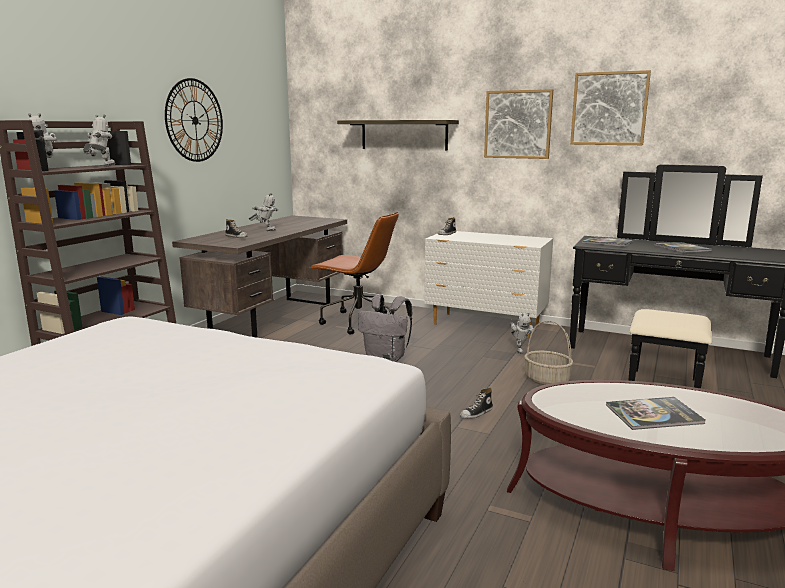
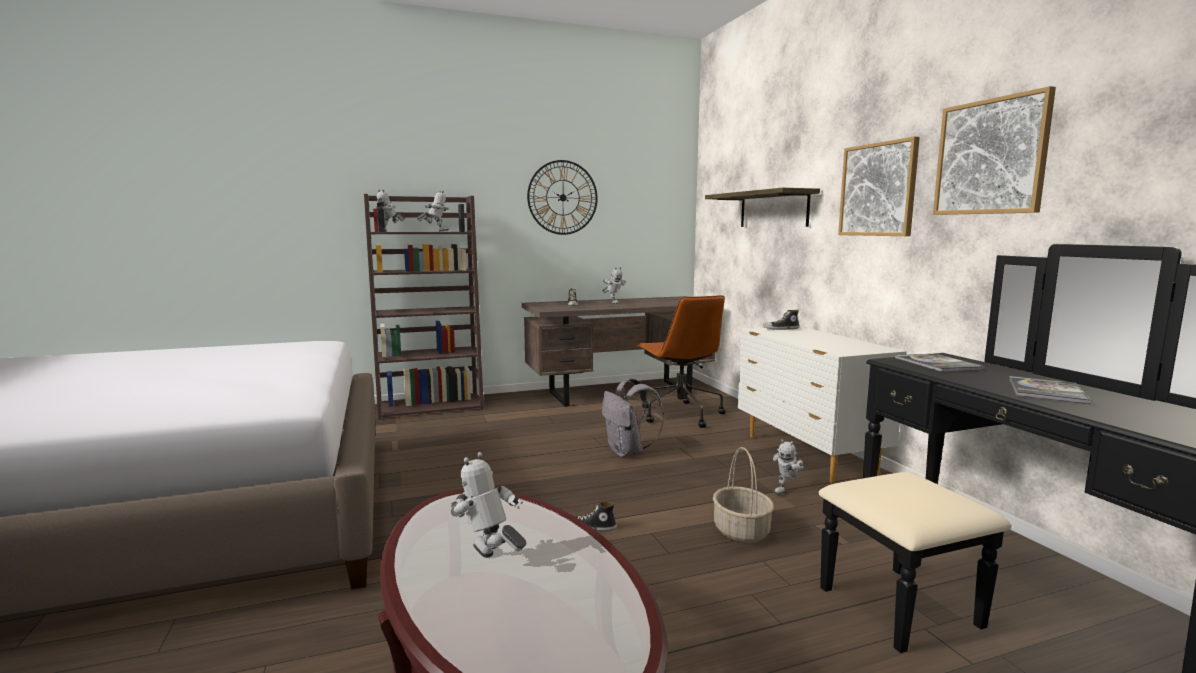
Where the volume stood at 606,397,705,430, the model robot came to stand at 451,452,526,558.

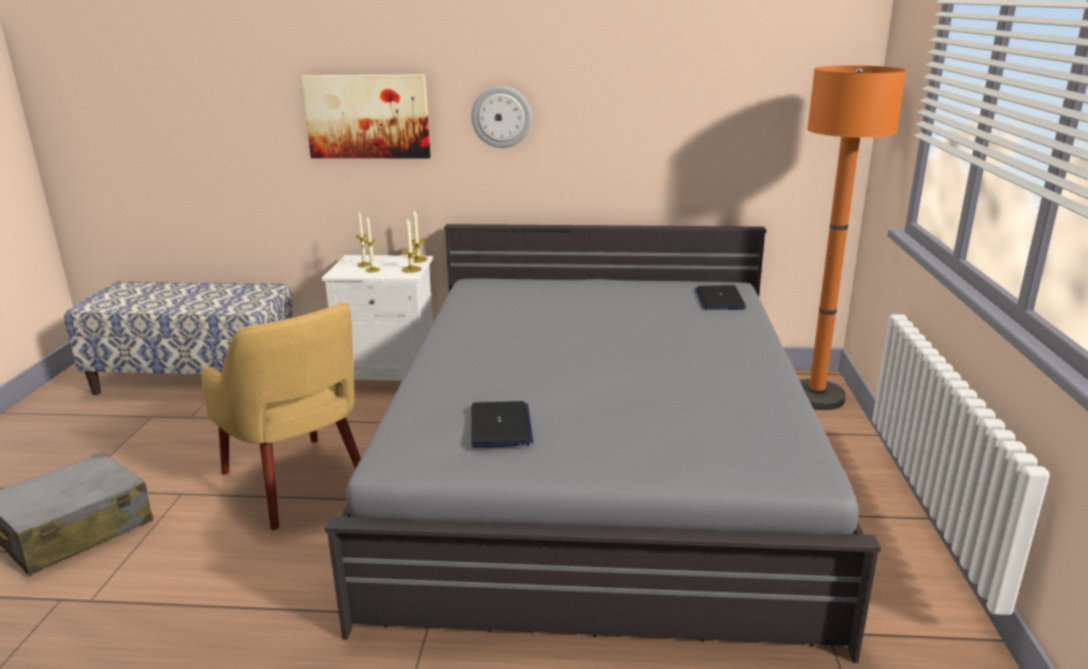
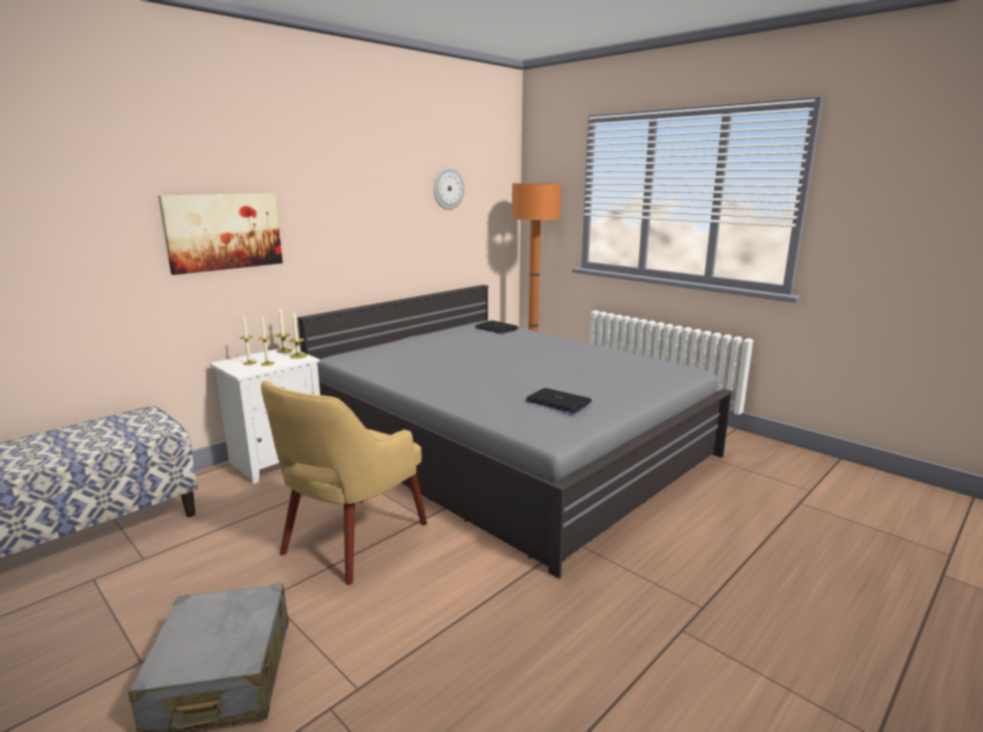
The hanging clock ended up elsewhere, having gone from 471,86,532,148 to 434,167,465,210.
The yellowish armchair at 202,303,361,530 ended up facing another way, 120 degrees clockwise from before.

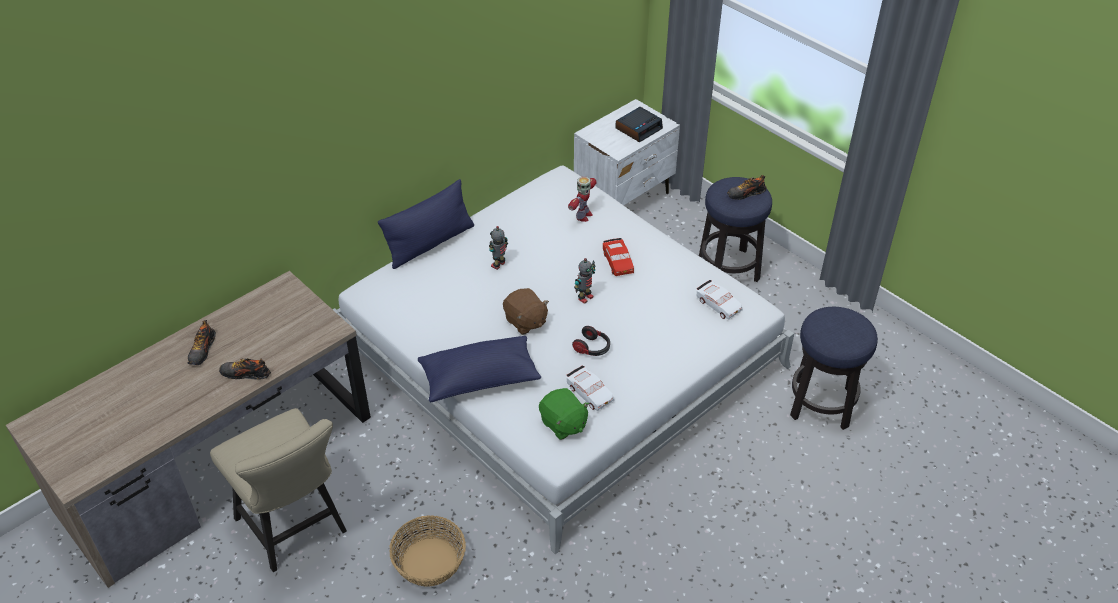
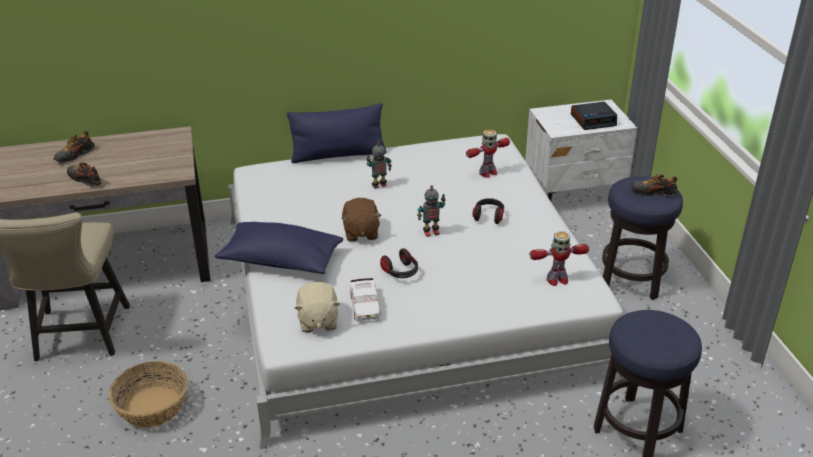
Where the red-coloured miniature car stood at 603,238,634,276, the headphones came to stand at 472,198,504,224.
Where the white-coloured miniature car stood at 696,280,743,320, the model robot came to stand at 530,231,589,286.
What was the green soft toy at 539,388,589,440 turned into the sand-coloured soft toy at 295,282,340,333.

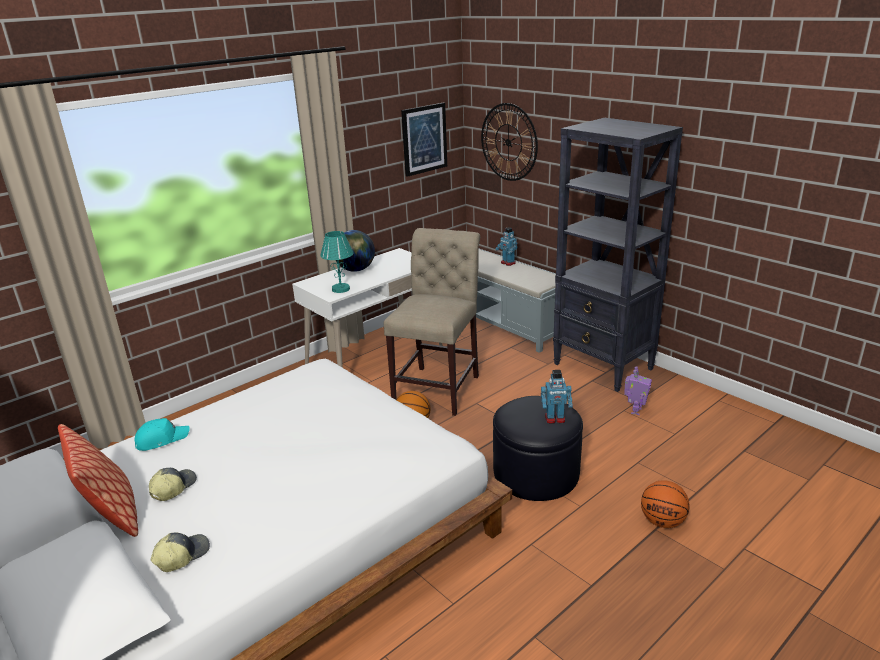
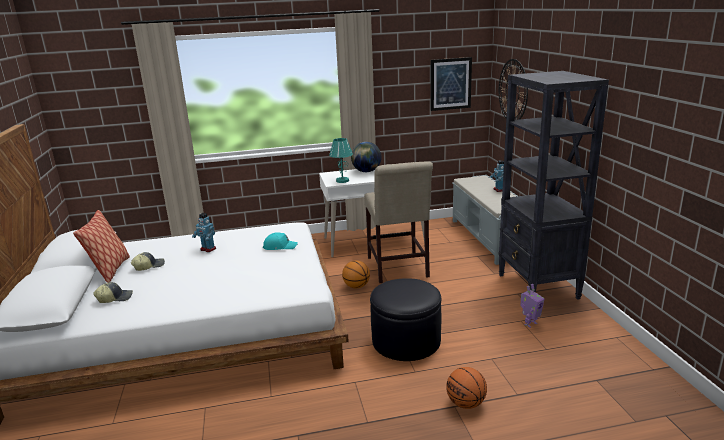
The turquoise-coloured peaked cap ended up elsewhere, having gone from 134,418,190,451 to 263,233,298,250.
The model robot ended up elsewhere, having gone from 541,370,573,424 to 192,213,216,252.
The sand-coloured upright chair at 383,228,480,416 ended up facing another way, 120 degrees clockwise from before.

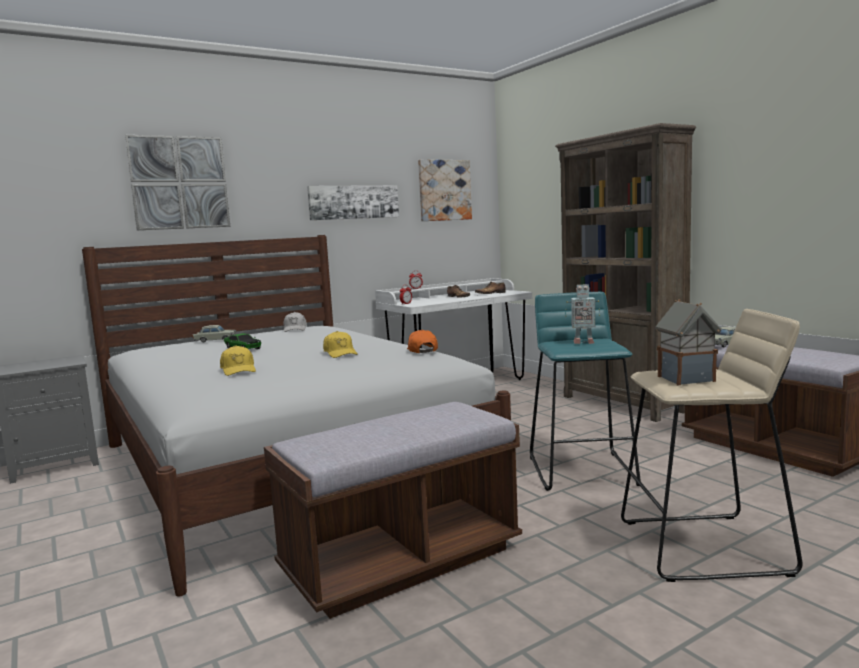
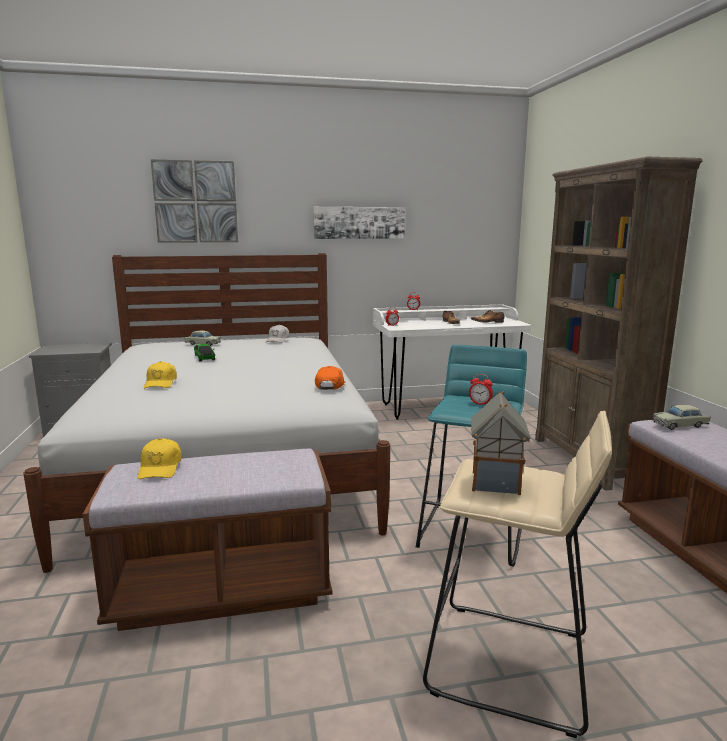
The second view lost the wall picture at 418,159,472,221.
The yellowish peaked cap ended up elsewhere, having gone from 323,331,358,358 to 137,438,181,479.
Where the model robot stood at 565,284,600,344, the table clock came to stand at 469,374,493,405.

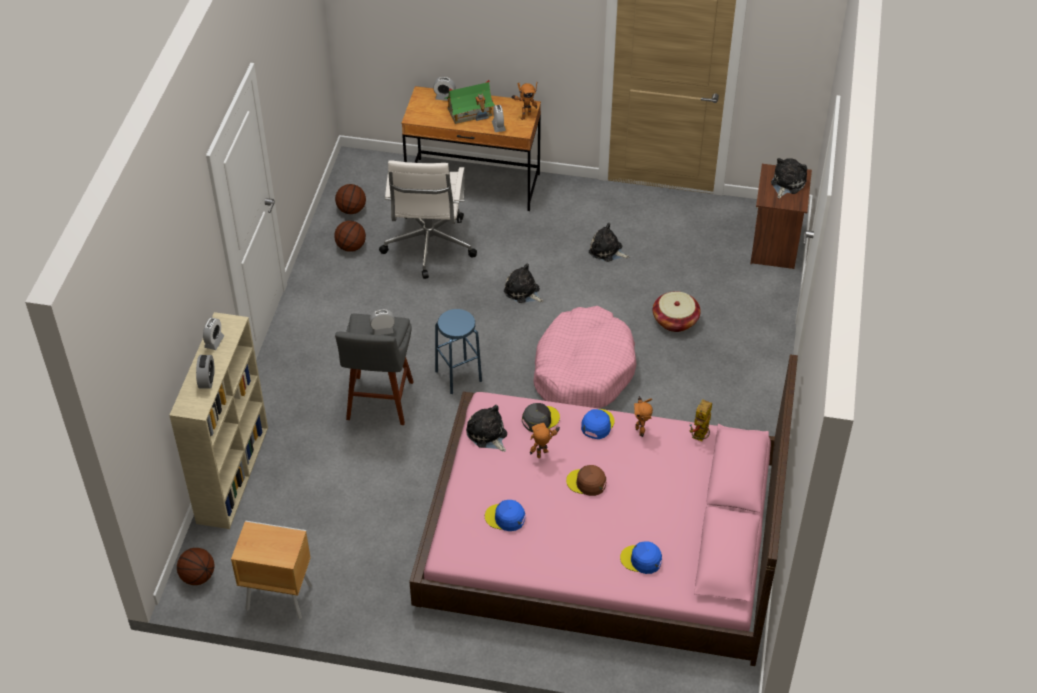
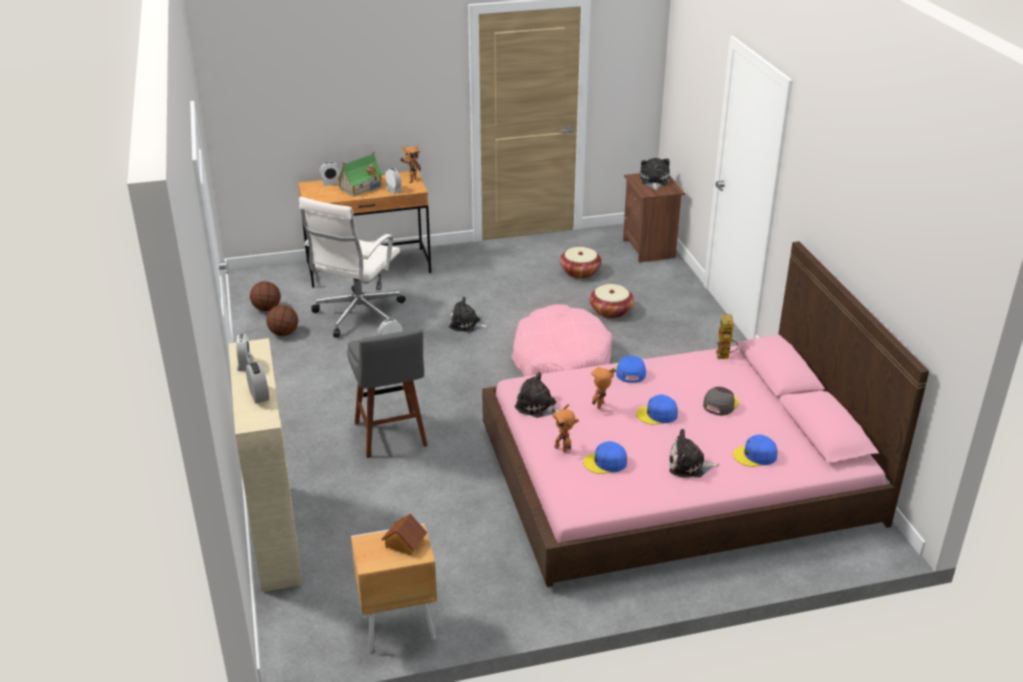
The second view lost the ball for basketball at 177,548,214,585.
The second view lost the bluish sitting stool at 435,309,482,394.
The second view gained the miniature house at 381,513,427,556.
The second view gained the storage basket at 560,247,602,279.
The gray peaked cap ended up elsewhere, having gone from 522,403,560,432 to 703,387,739,416.
The soft toy ended up elsewhere, having gone from 589,223,630,262 to 669,429,720,478.
The model robot ended up elsewhere, having gone from 634,396,653,437 to 551,404,579,452.
What was the brown peaked cap at 566,465,606,496 turned into the bluish peaked cap at 636,395,678,425.
The white-coloured desk chair at 379,160,477,279 ended up facing another way, 45 degrees clockwise from before.

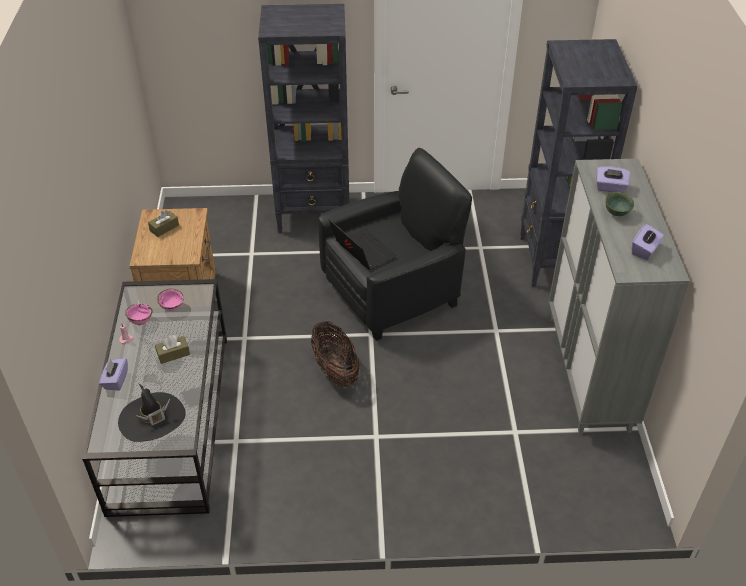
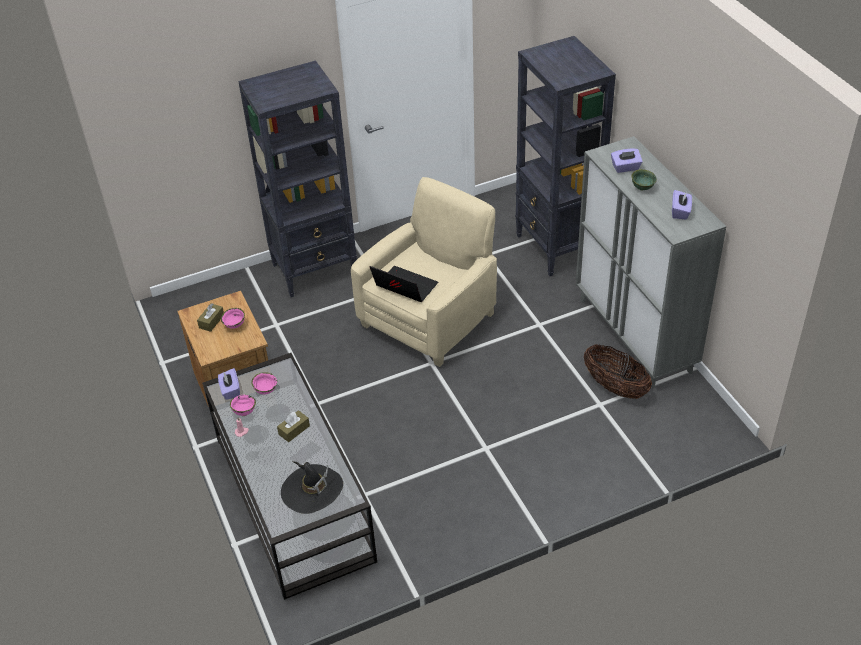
The second view gained the pink serving bowl at 221,308,245,329.
The purple-coloured tissue holder ended up elsewhere, having gone from 99,358,128,391 to 218,368,240,400.
The storage basket ended up elsewhere, having gone from 311,321,360,387 to 584,344,652,399.
What was the blackish armchair at 318,148,472,341 turned into the sand-coloured armchair at 351,177,497,367.

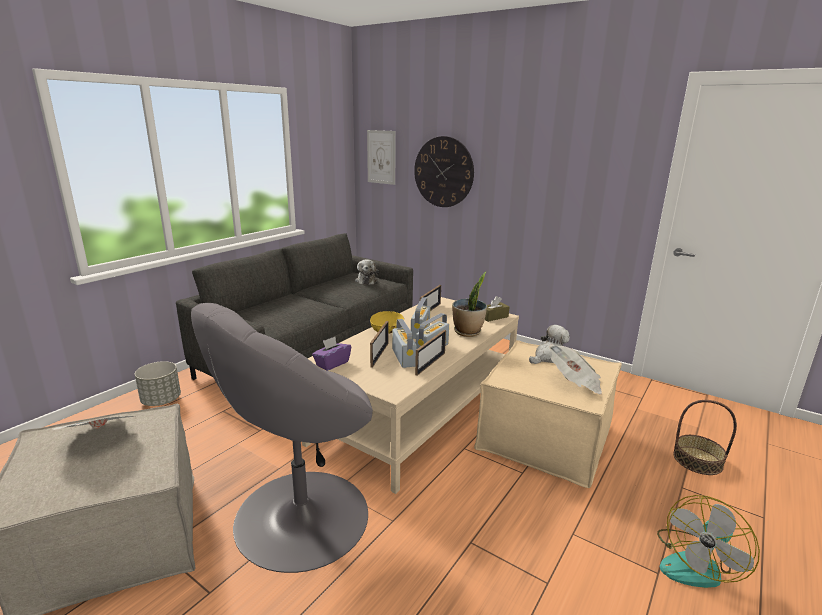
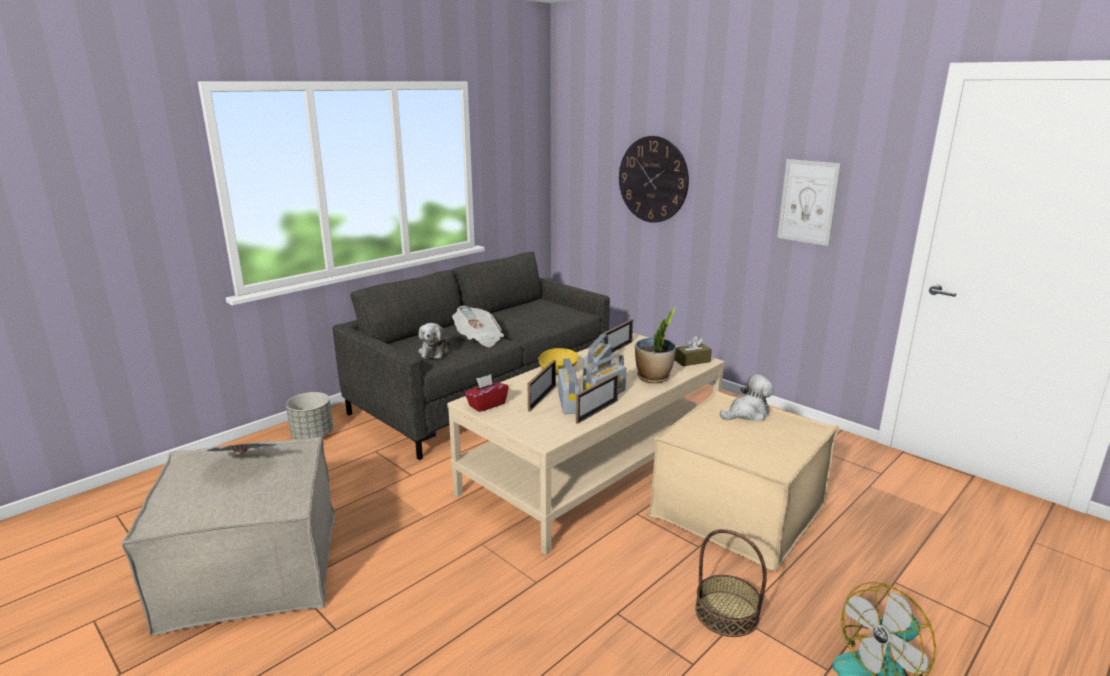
The second view lost the gray armchair at 191,303,373,573.
The soft toy ended up elsewhere, having gone from 355,259,379,285 to 418,323,450,359.
The wall picture ended up elsewhere, having gone from 367,130,396,185 to 777,159,841,246.
The daily paper ended up elsewhere, having gone from 549,344,602,394 to 452,306,504,347.
The storage basket ended up elsewhere, having gone from 673,400,737,475 to 695,529,767,637.
What was the purple-coloured tissue holder at 312,337,351,371 turned into the red-coloured tissue holder at 464,374,509,412.

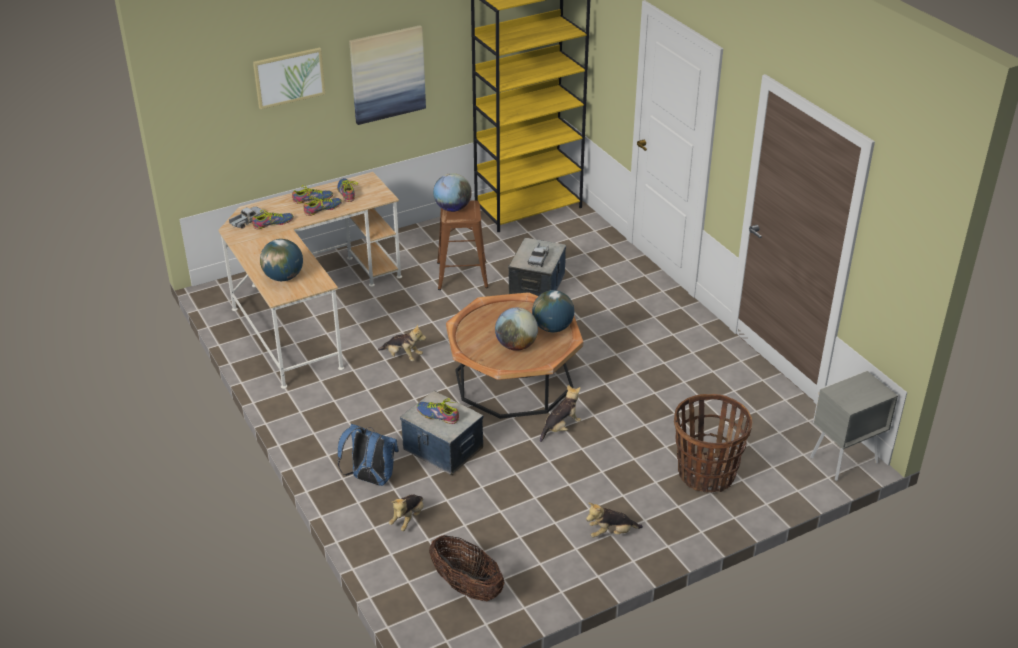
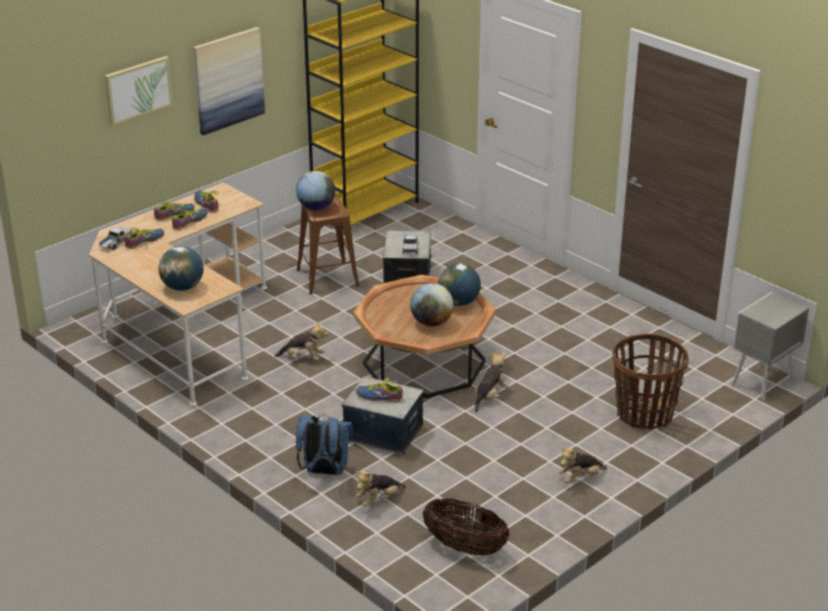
The soft toy at 389,494,424,531 ended up facing another way, 45 degrees clockwise from before.

